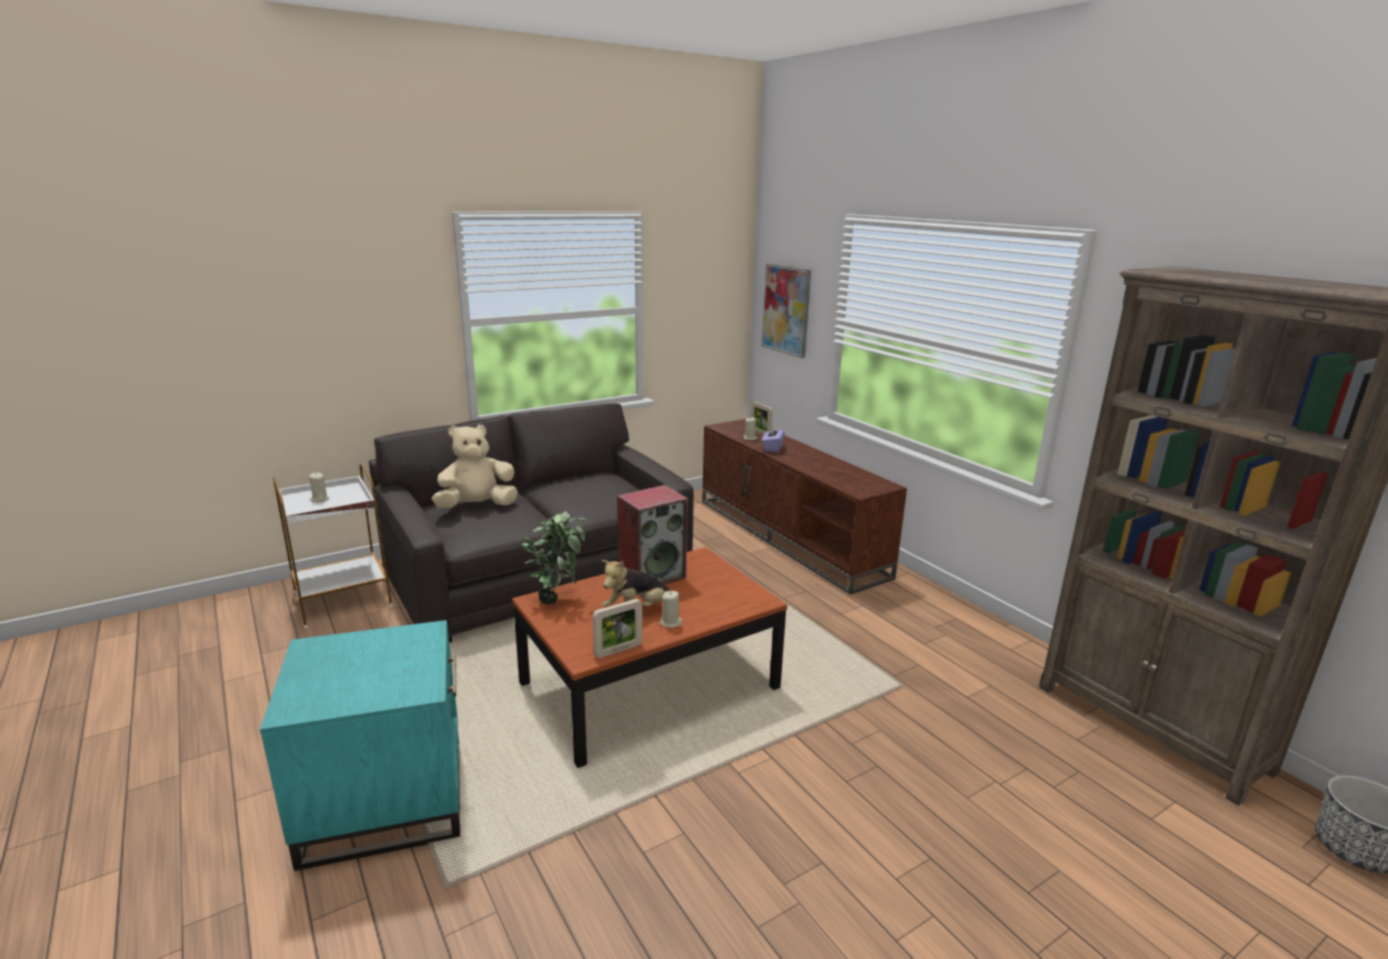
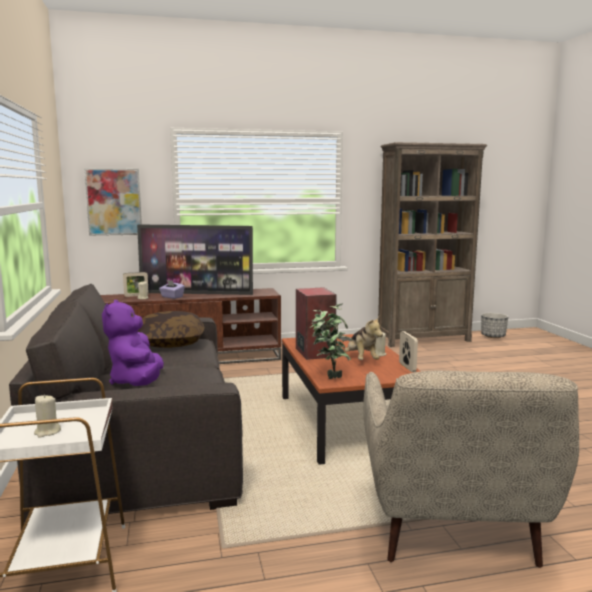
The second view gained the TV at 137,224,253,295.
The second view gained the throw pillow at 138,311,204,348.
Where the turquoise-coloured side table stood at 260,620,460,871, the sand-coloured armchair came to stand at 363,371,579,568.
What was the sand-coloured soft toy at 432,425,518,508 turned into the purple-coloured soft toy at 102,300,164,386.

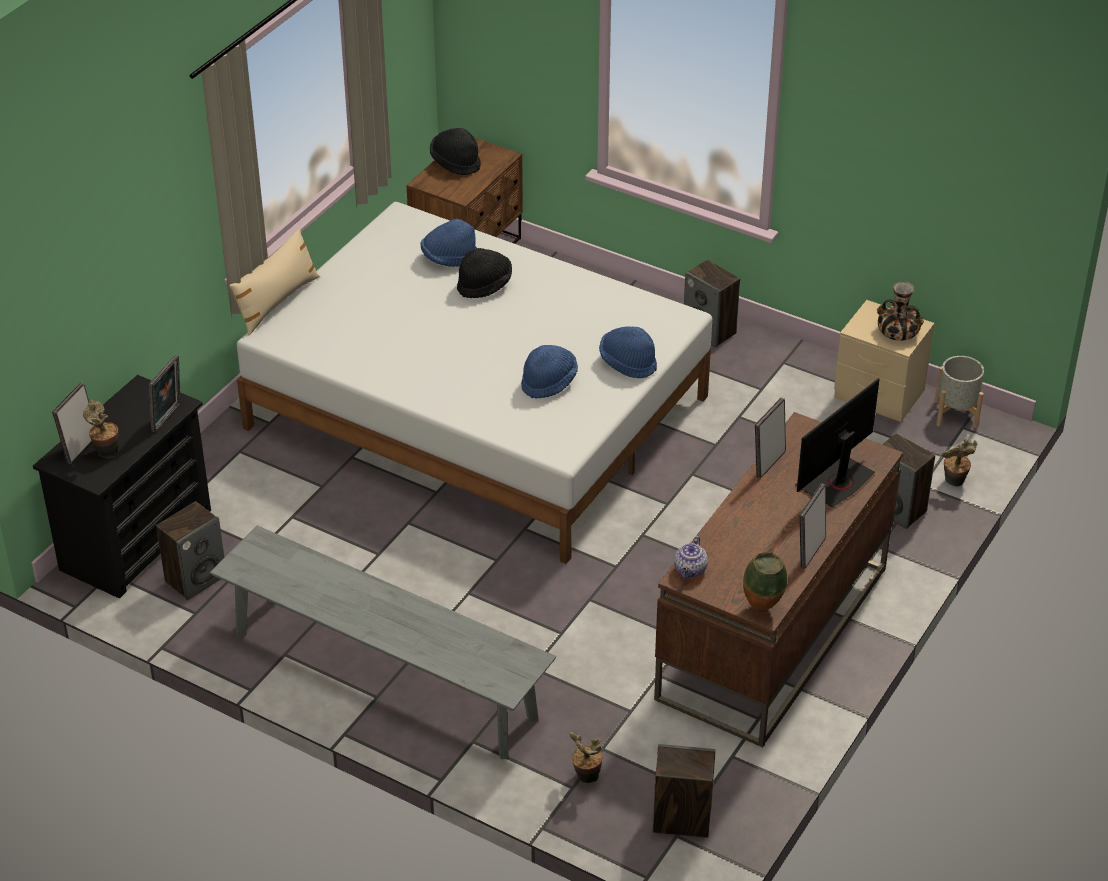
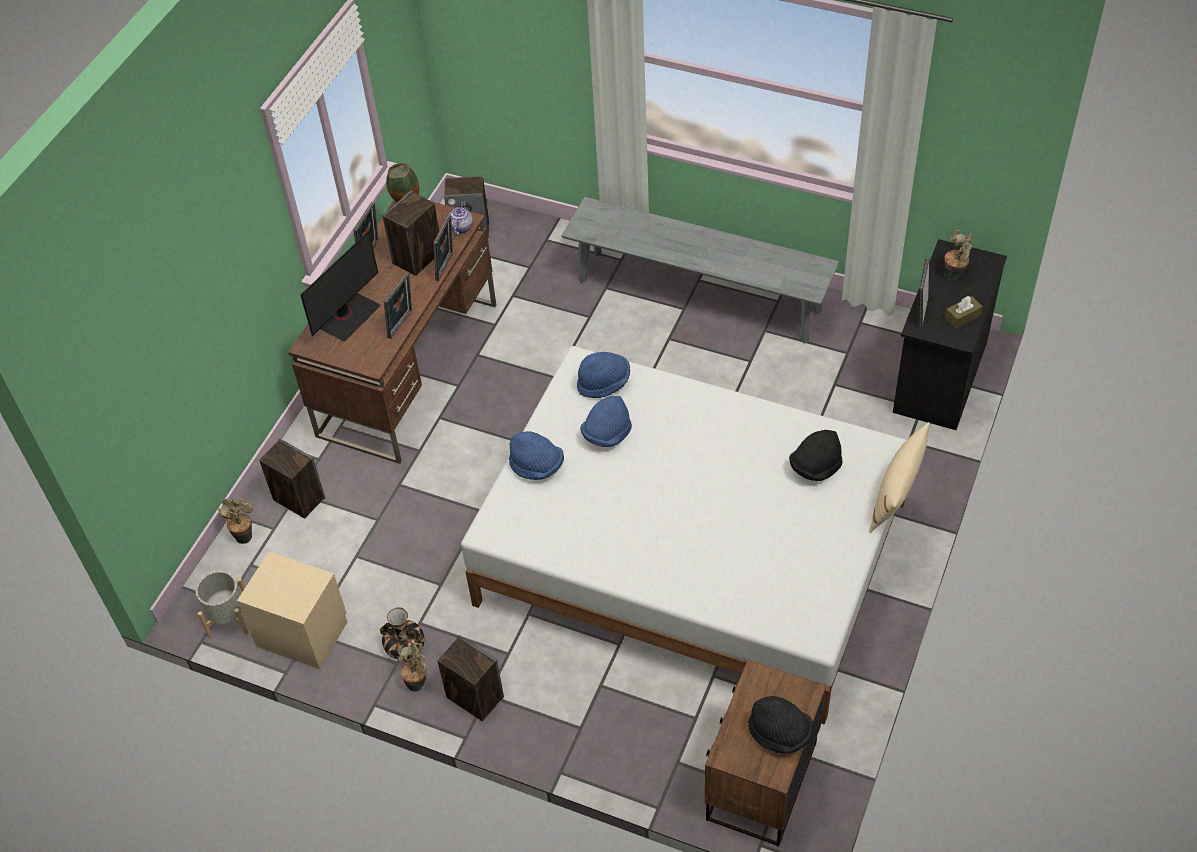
The second view gained the brown tissue holder at 945,296,983,329.
The photo frame ended up elsewhere, having gone from 52,382,94,464 to 433,214,453,281.
The loudspeaker ended up elsewhere, having gone from 156,501,224,600 to 383,191,439,276.
The bluish wearable hat ended up elsewhere, having gone from 421,219,477,267 to 577,352,630,398.
The blackish wearable hat ended up elsewhere, having gone from 457,248,512,298 to 789,430,843,481.
The plant in a pot ended up elsewhere, having gone from 569,732,603,783 to 398,642,427,692.
The vase ended up elsewhere, having gone from 877,281,924,341 to 380,607,425,659.

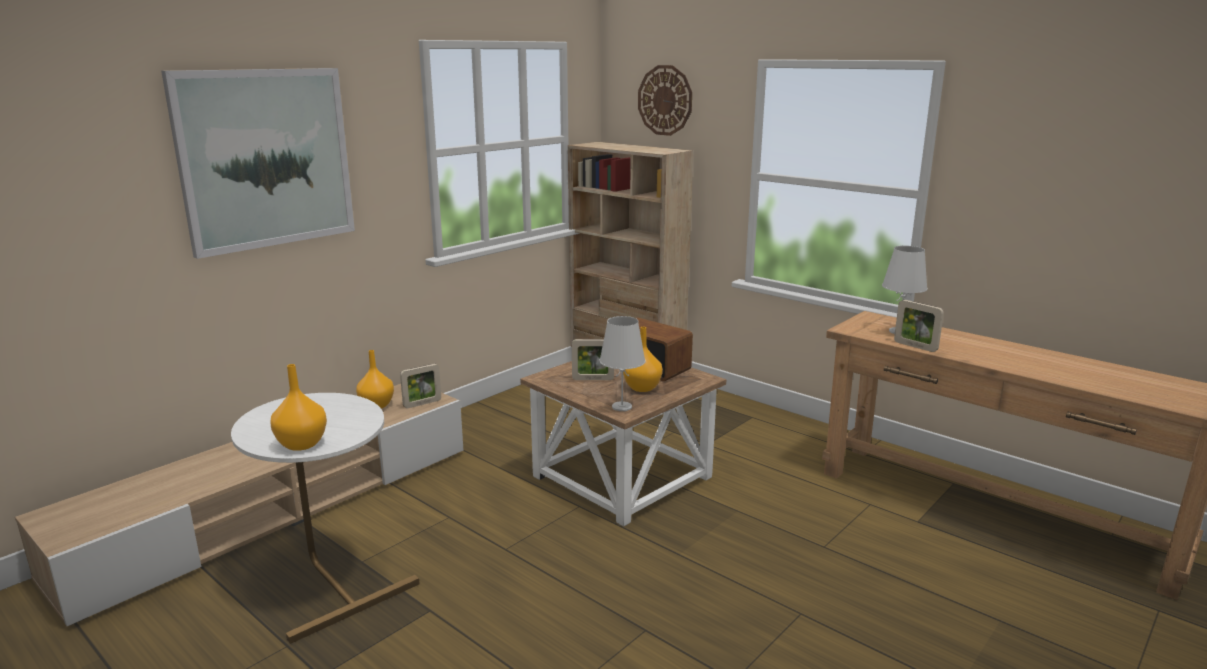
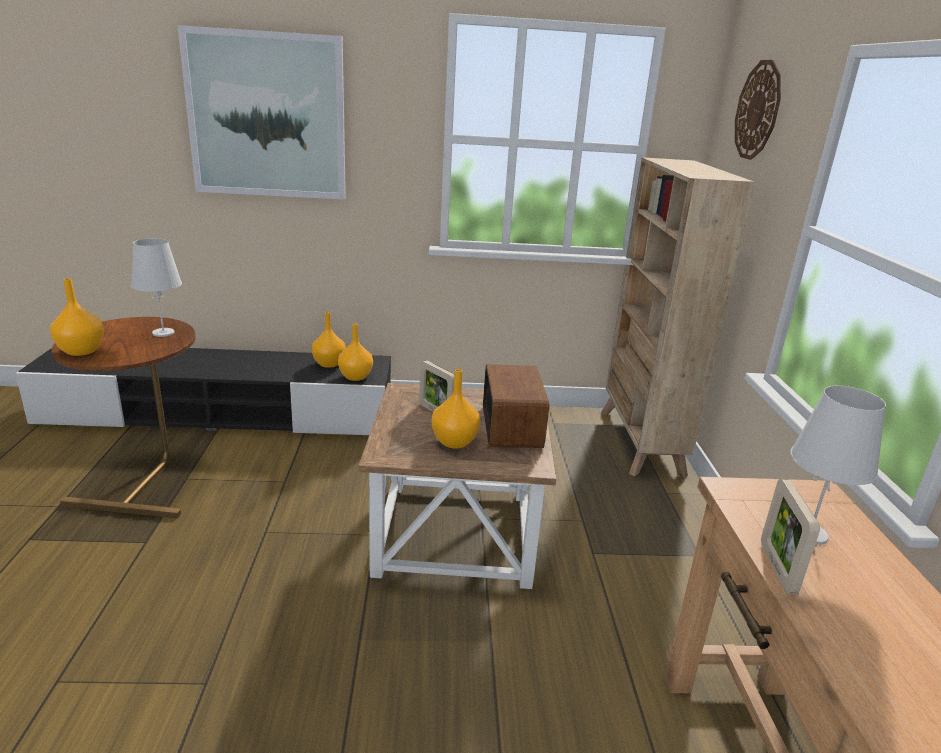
The white-coloured table lamp ended up elsewhere, having gone from 599,316,646,411 to 131,238,182,337.
Where the photo frame stood at 400,364,441,408, the orange-coloured vase came to stand at 338,323,373,381.
What was the sand-coloured media console at 15,384,464,626 turned into the blackish media console at 15,348,391,435.
What was the white-coloured side table at 231,393,420,644 turned into the brown side table at 51,317,196,518.

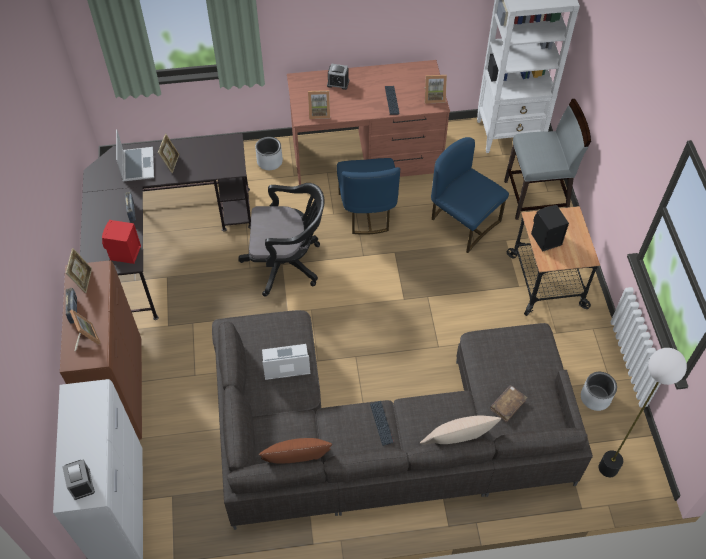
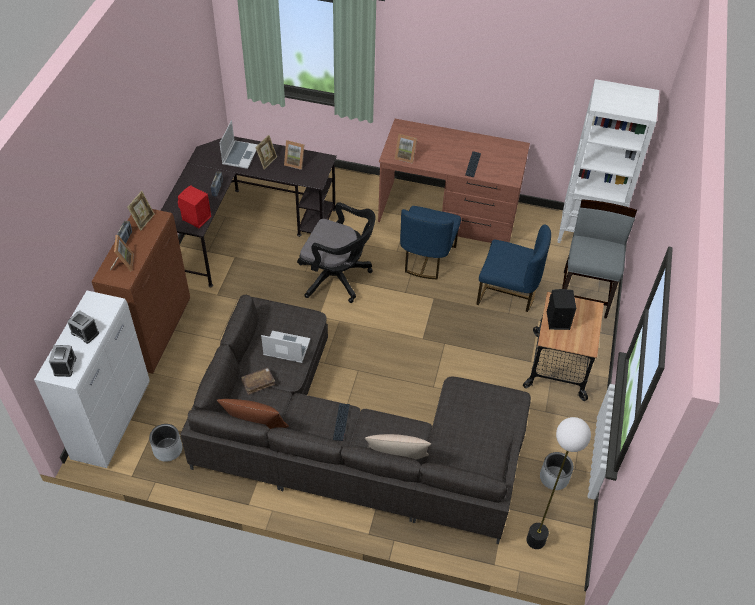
The gray plant pot ended up elsewhere, having gone from 255,137,283,170 to 149,424,182,462.
The table clock ended up elsewhere, having gone from 327,64,349,90 to 67,310,99,344.
The photo frame ended up elsewhere, having gone from 424,75,447,103 to 284,140,304,170.
The brown volume ended up elsewhere, having gone from 490,385,527,423 to 241,367,275,395.
The bluish upright chair at 431,137,509,253 ended up facing another way, 135 degrees clockwise from before.
The gray upright chair at 504,99,591,220 ended up facing another way, 90 degrees counterclockwise from before.

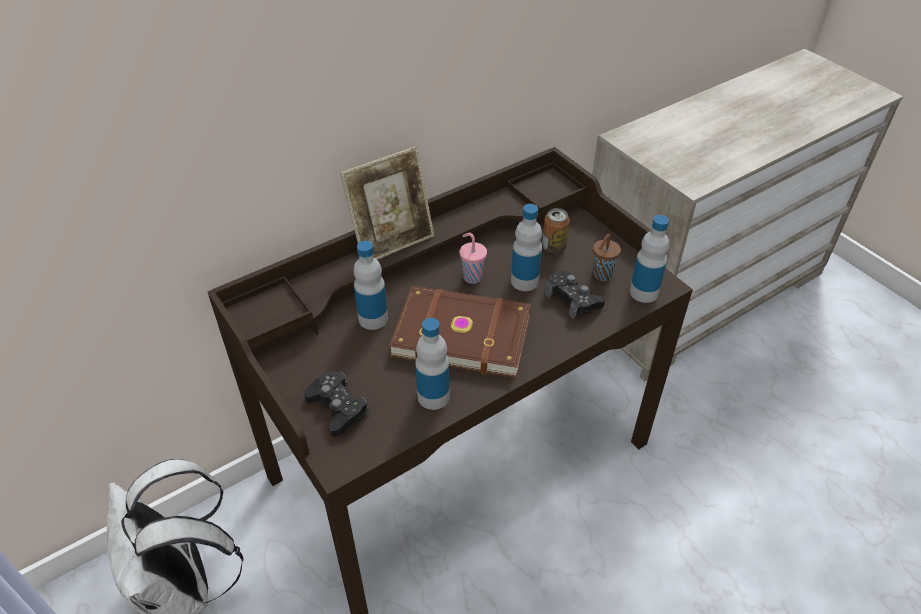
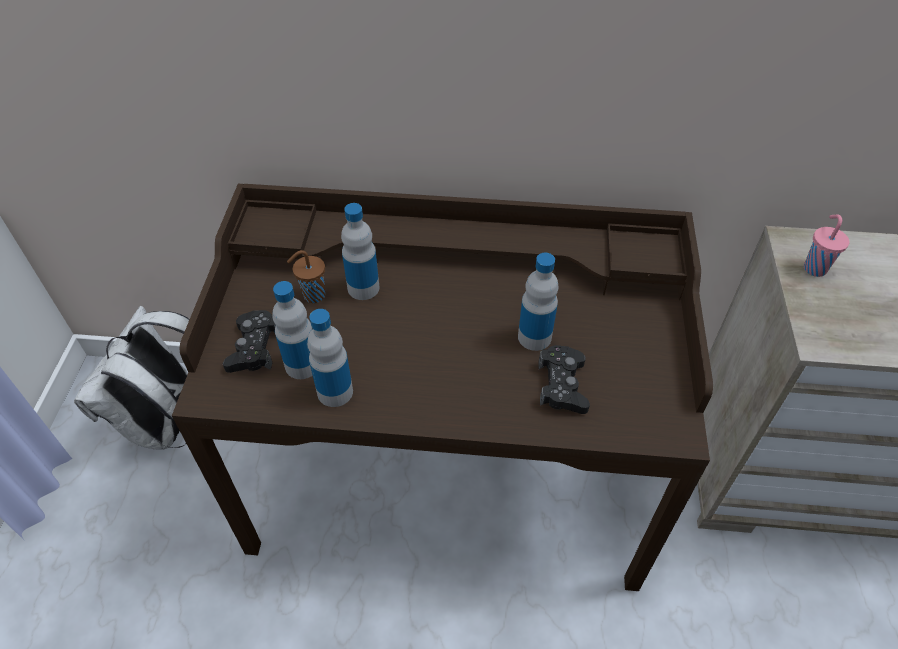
The second view lost the photo frame at 340,146,434,260.
The second view lost the brown volume at 389,286,531,378.
The second view lost the metal can at 542,208,570,253.
The pink small cup ended up elsewhere, having gone from 460,233,487,284 to 804,214,850,277.
The brown small cup ended up elsewhere, having gone from 593,234,621,281 to 287,250,325,303.
The bottle ended up elsewhere, having gone from 630,215,669,303 to 273,281,313,379.

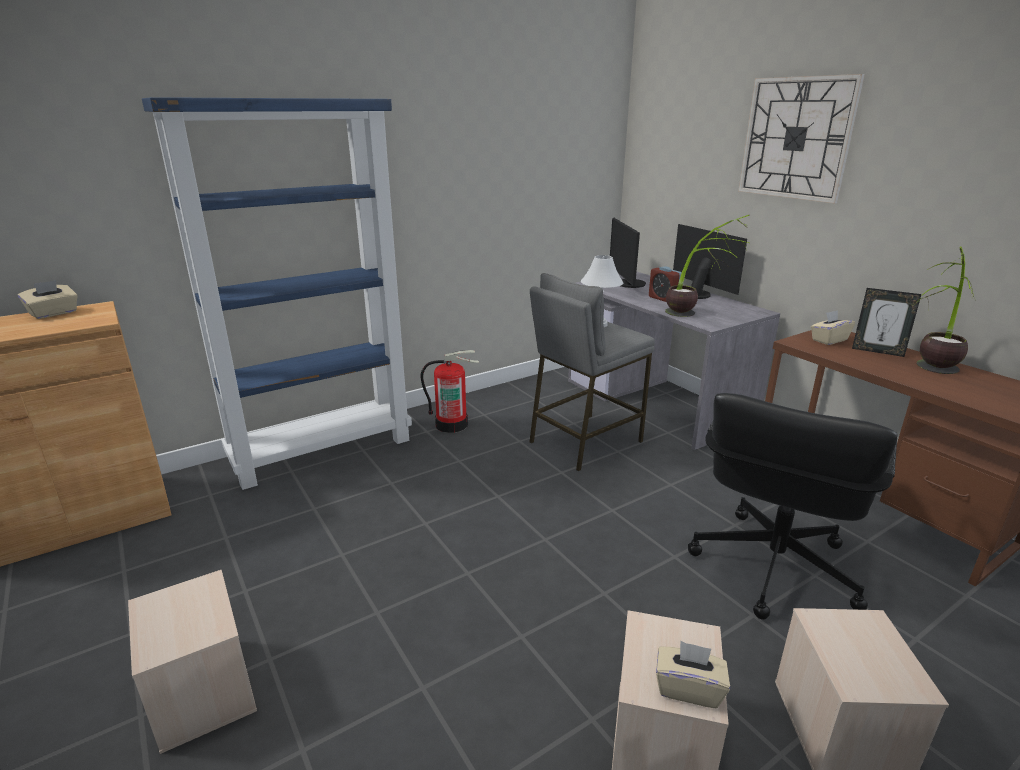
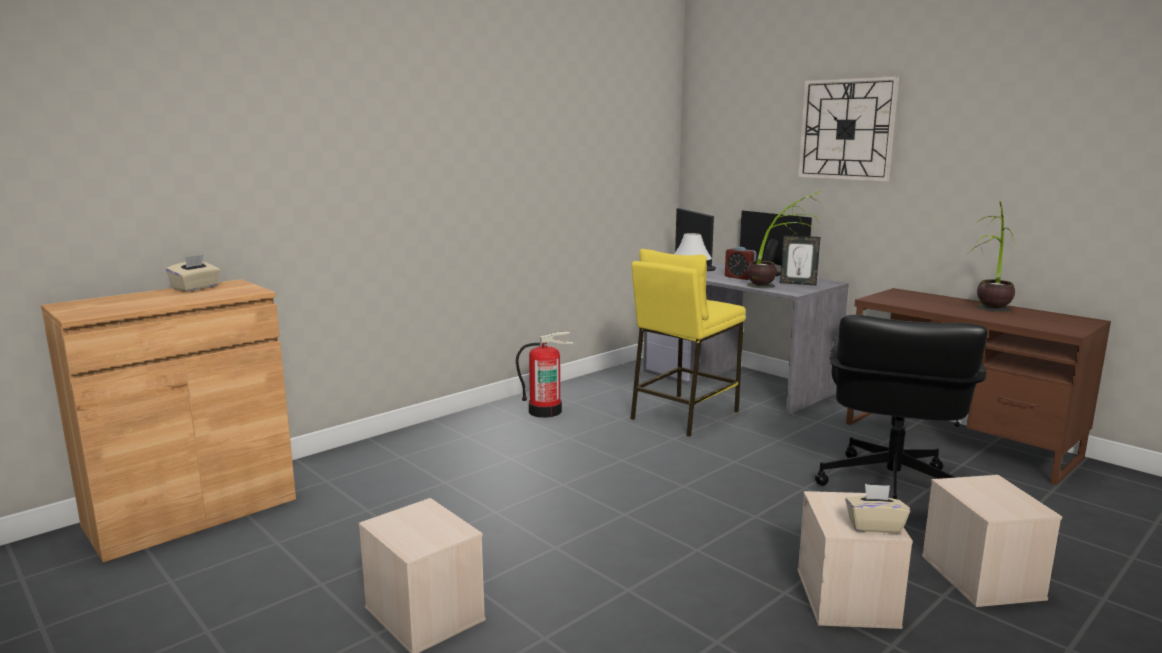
The second view lost the bluish shelving unit at 142,97,412,490.
The second view lost the sand-coloured tissue holder at 811,310,855,345.
The photo frame ended up elsewhere, having gone from 852,288,922,357 to 780,235,820,285.
What was the gray sitting stool at 530,273,655,471 turned into the yellowish sitting stool at 630,249,746,437.

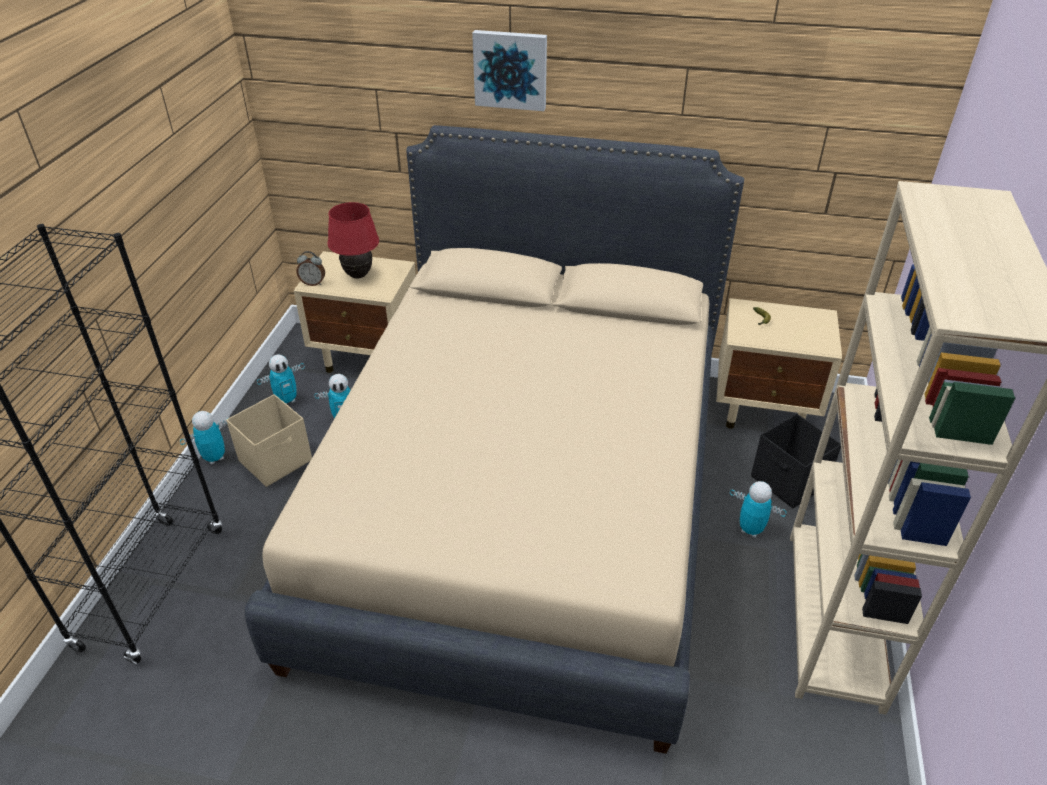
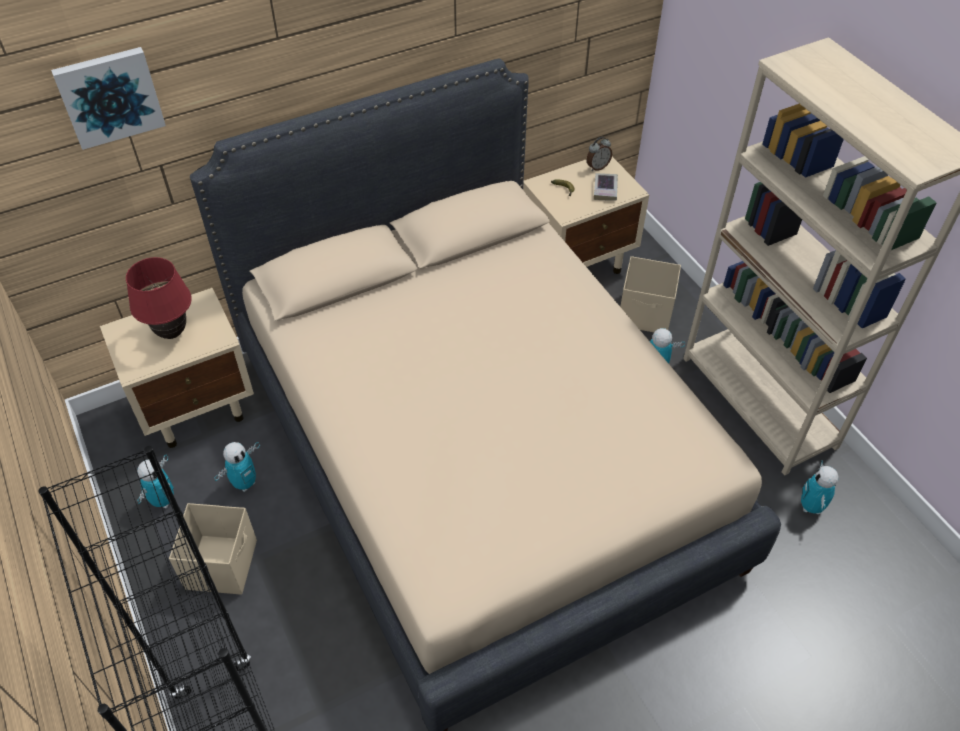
The second view gained the volume at 594,173,618,200.
The model robot ended up elsewhere, having gone from 180,411,228,465 to 801,460,839,514.
The table clock ended up elsewhere, having gone from 297,251,325,286 to 587,137,612,171.
The wall picture ended up elsewhere, having gone from 472,30,547,111 to 51,47,166,150.
What was the blackish storage box at 751,413,841,508 turned into the sand-coloured storage box at 620,256,681,332.

